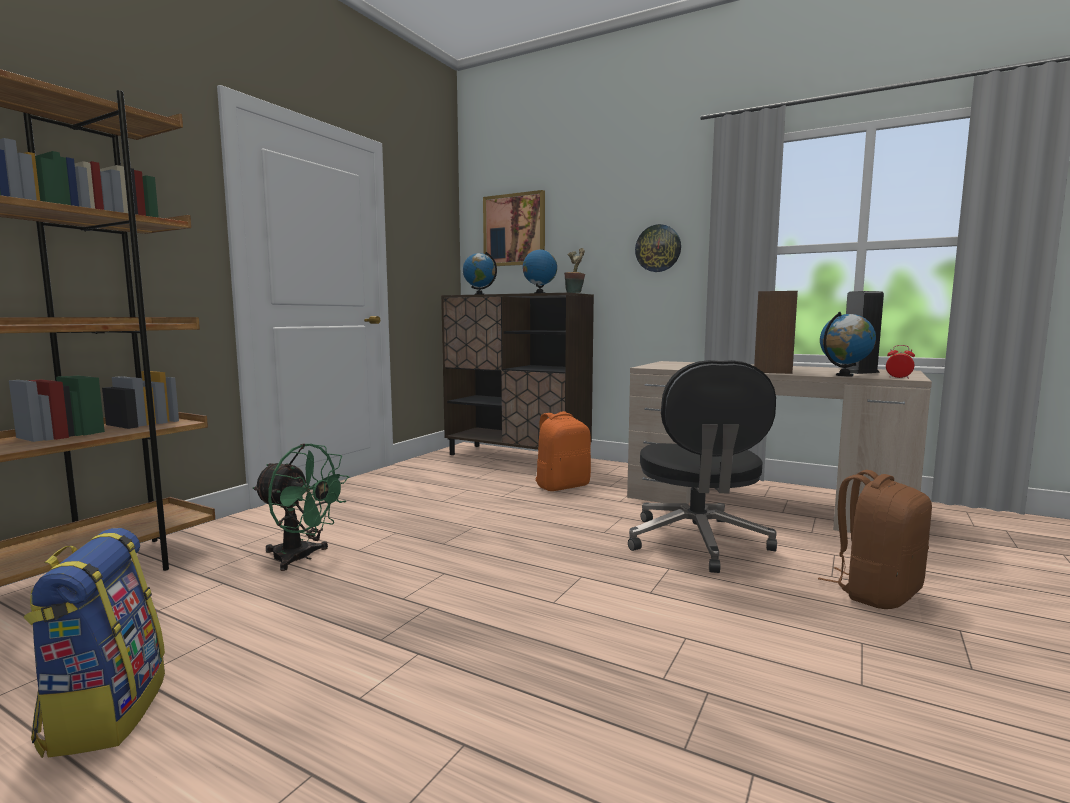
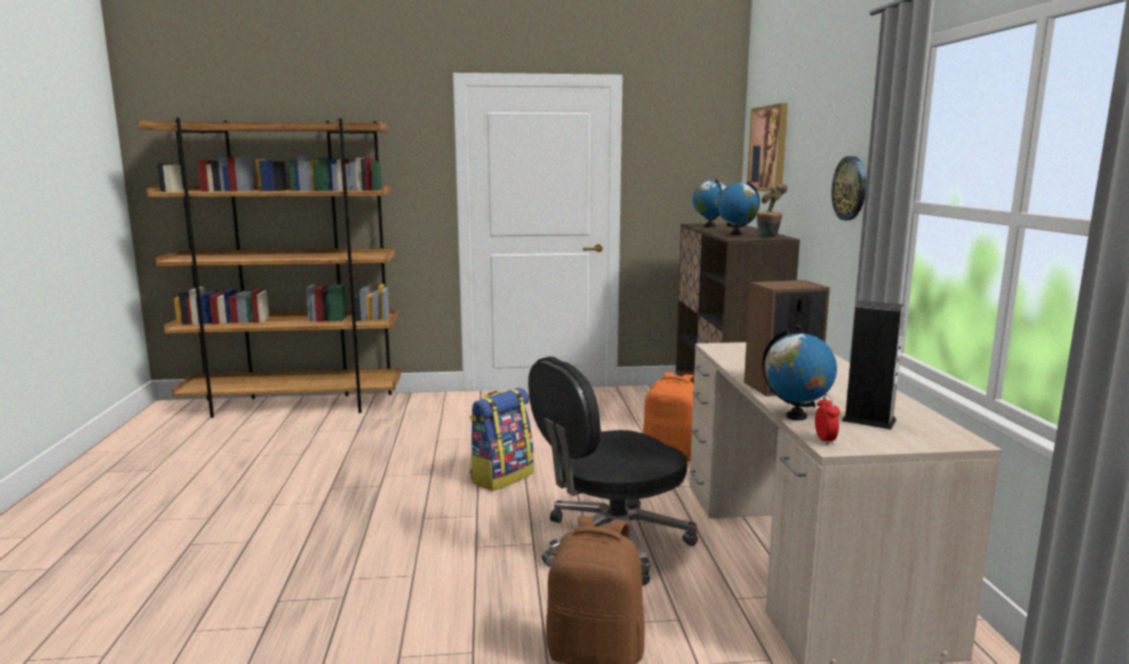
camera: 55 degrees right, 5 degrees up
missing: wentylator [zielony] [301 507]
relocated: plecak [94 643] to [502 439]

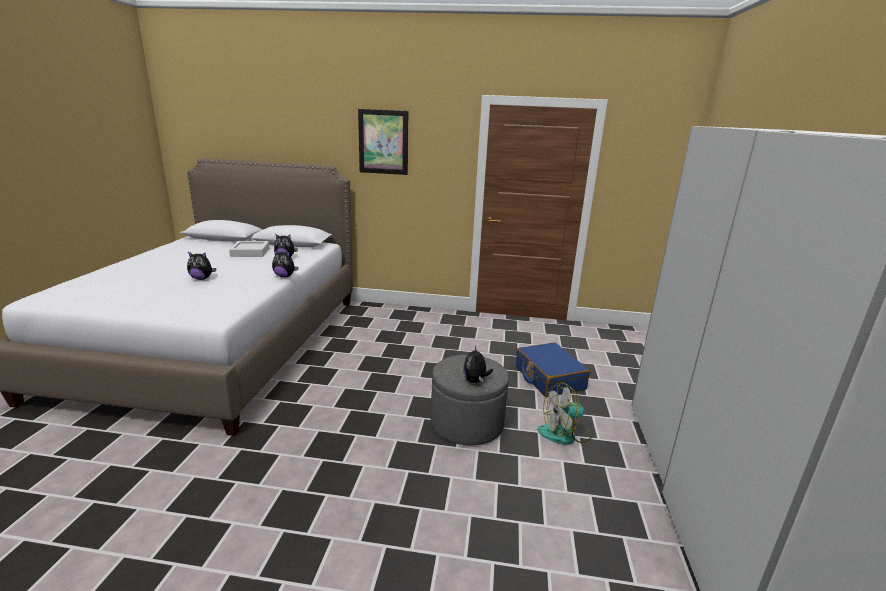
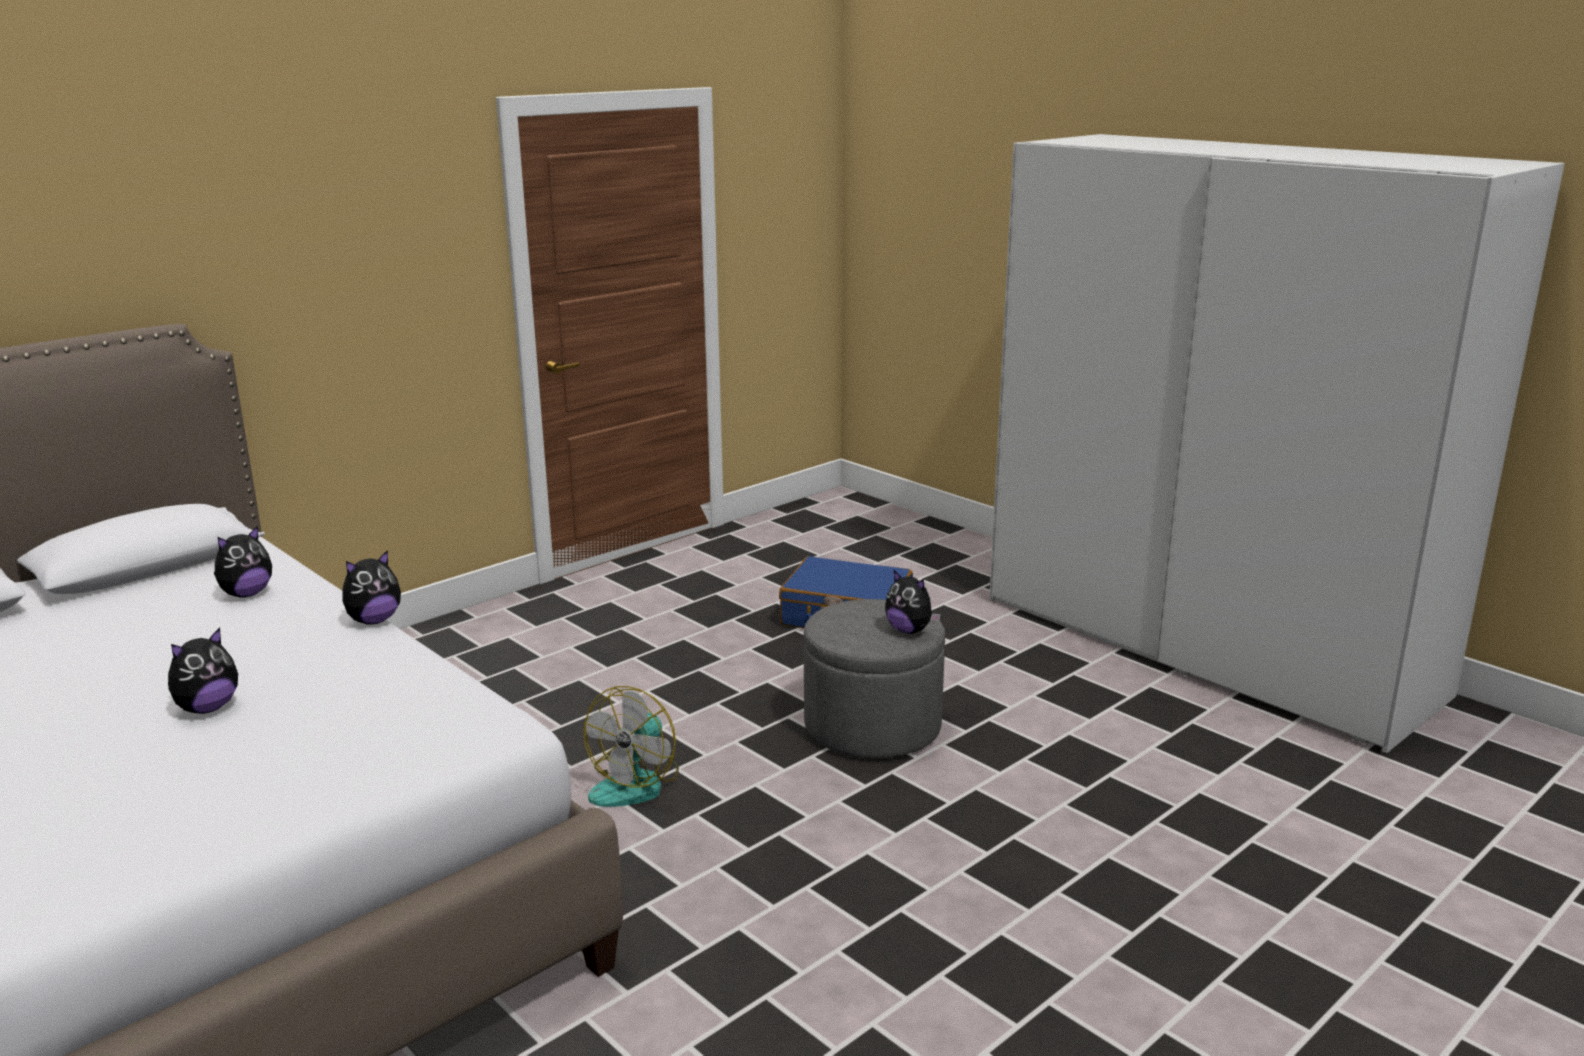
camera: 50 degrees left, 0 degrees up
missing: taca [szary] [249 249]; obraz [383 142]
relocated: wentylator [564 413] to [631 746]

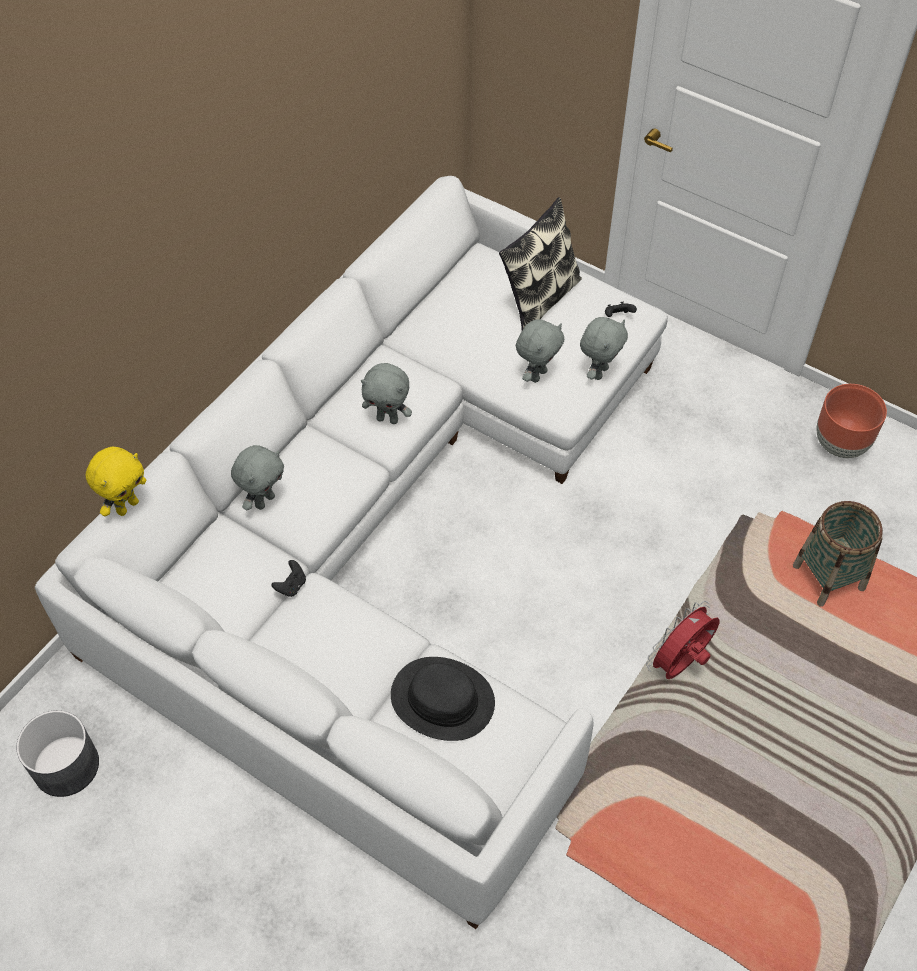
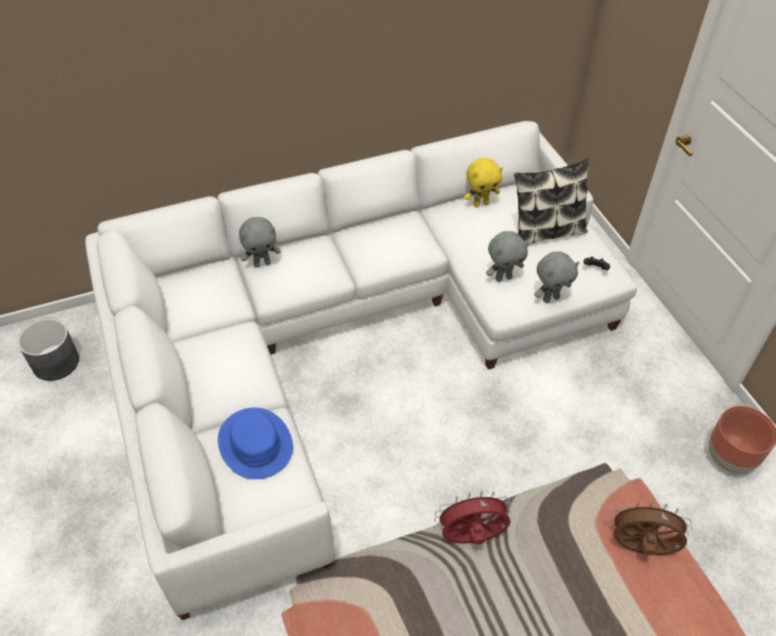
camera: 35 degrees right, 5 degrees down
missing: pad do gier [czarny] [289 578]; pluszak [szary] [386 393]
relocated: pluszak [żółty] [116 482] to [483 182]
exchanged: koszyk [838 553] to wentylator [brązowy] [650 528]
colour: kapelusz [czarny] [443 699] to kapelusz [niebieski] [255 443]

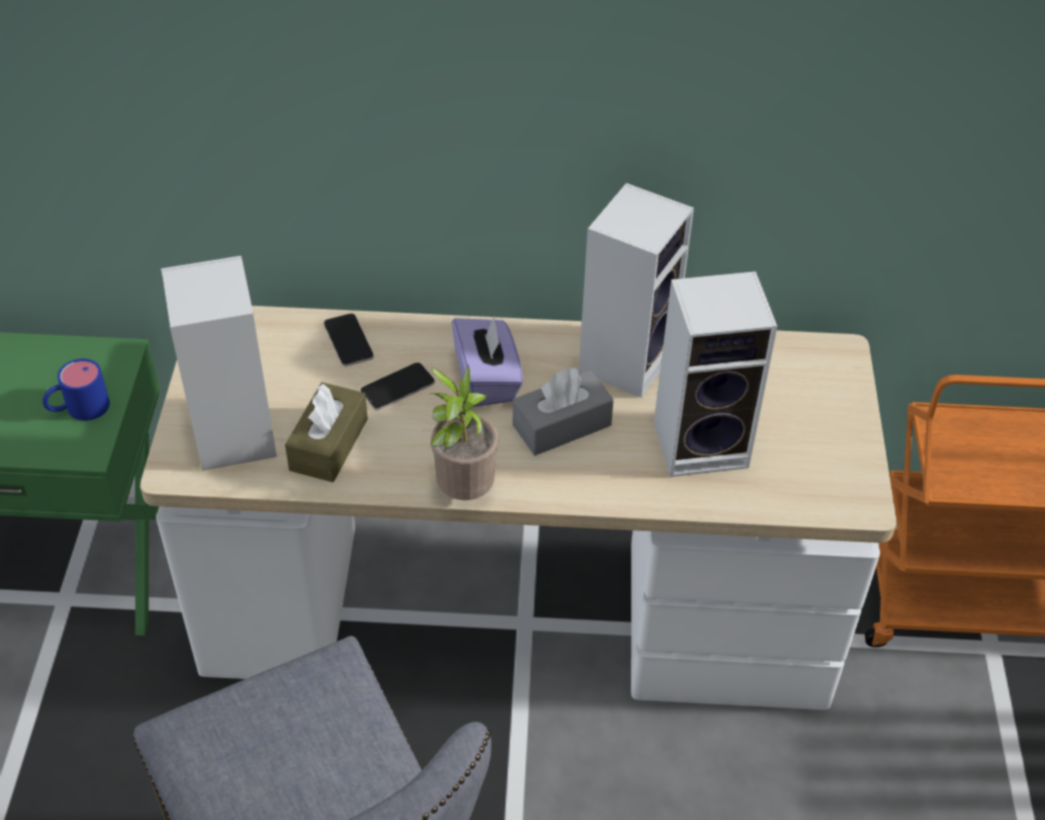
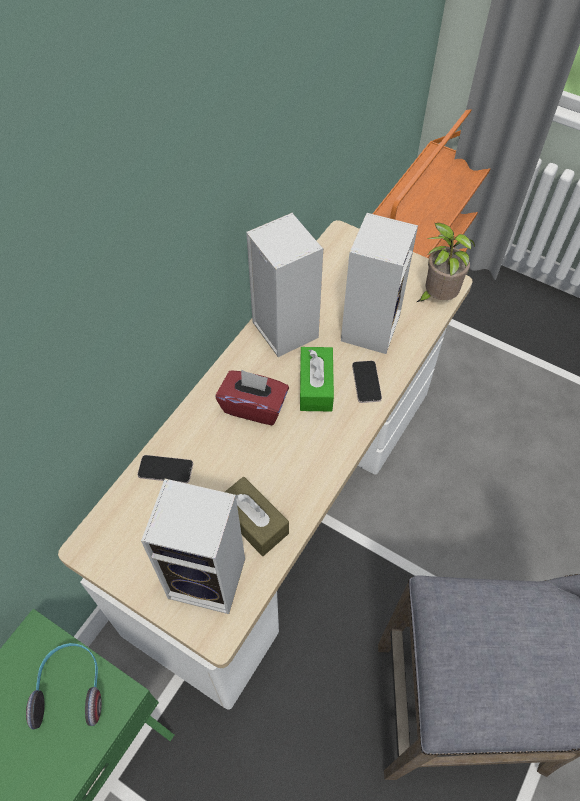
camera: 60 degrees left, 10 degrees up
relocated: telefon [397 386] to [367 382]; roślina doniczkowa [464 433] to [446 262]
exchanged: kubek [niebieski] [76 389] to słuchawki [64 686]
colour: pudełko chusteczek [fioletowy] [487 361] to pudełko chusteczek [czerwony] [252 397]; pudełko chusteczek [szary] [563 412] to pudełko chusteczek [zielony] [317 379]

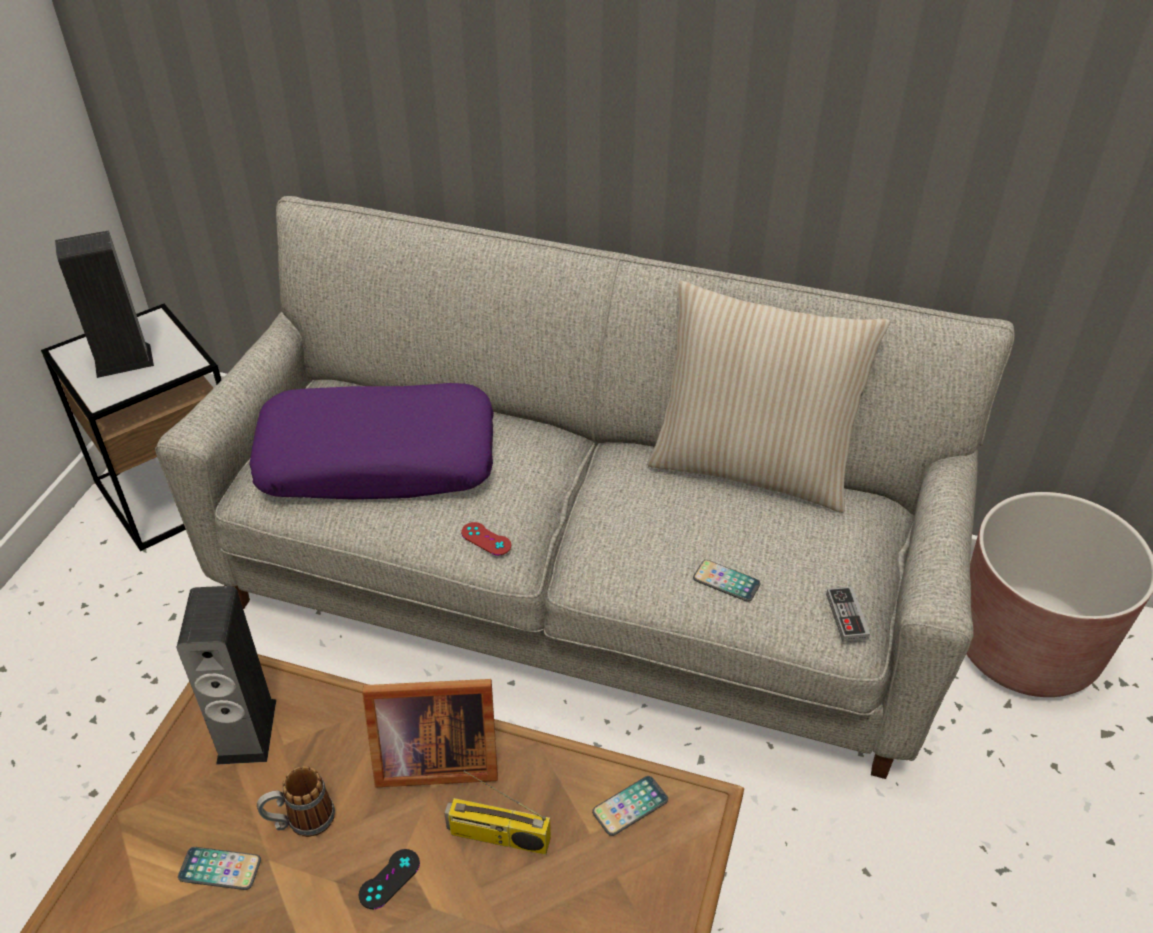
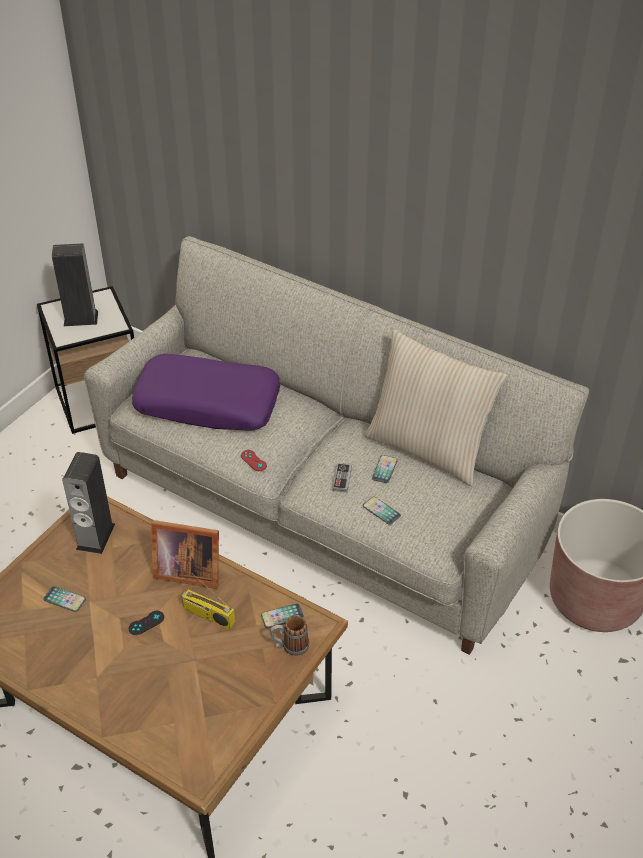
camera: 15 degrees right, 0 degrees up
appeared: telefon [385 469]
relocated: kubek [296 801] to [289 635]; pad do gier [848 614] to [342 478]

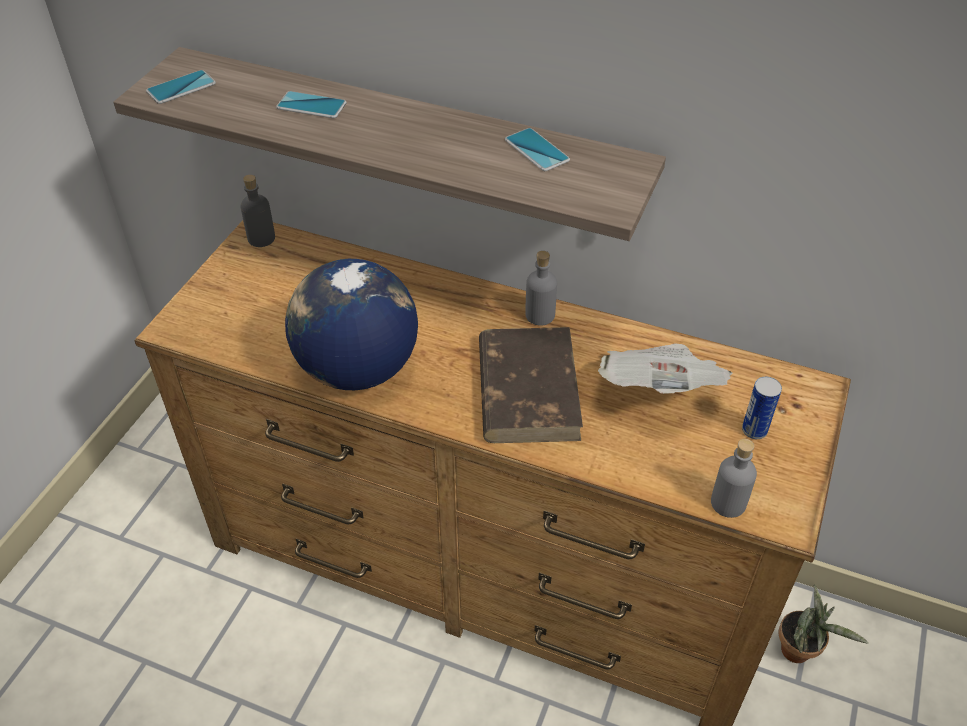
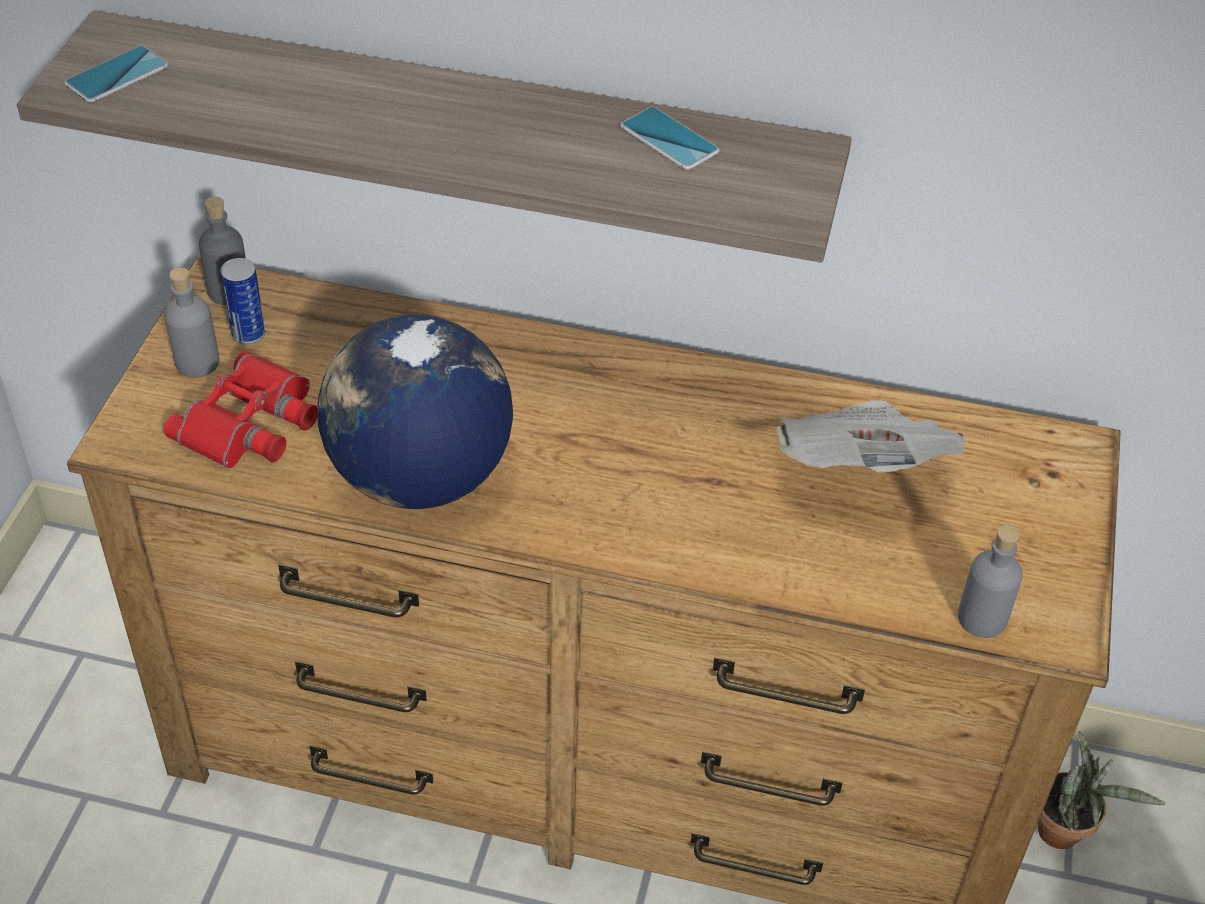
camera: 10 degrees left, 0 degrees up
missing: telefon [311 104]; książka [brązowy] [531 385]
appeared: lornetka [czerwony] [241 409]
relocated: butelka [szary] [541 288] to [192 322]; puszka [762 408] to [243 301]

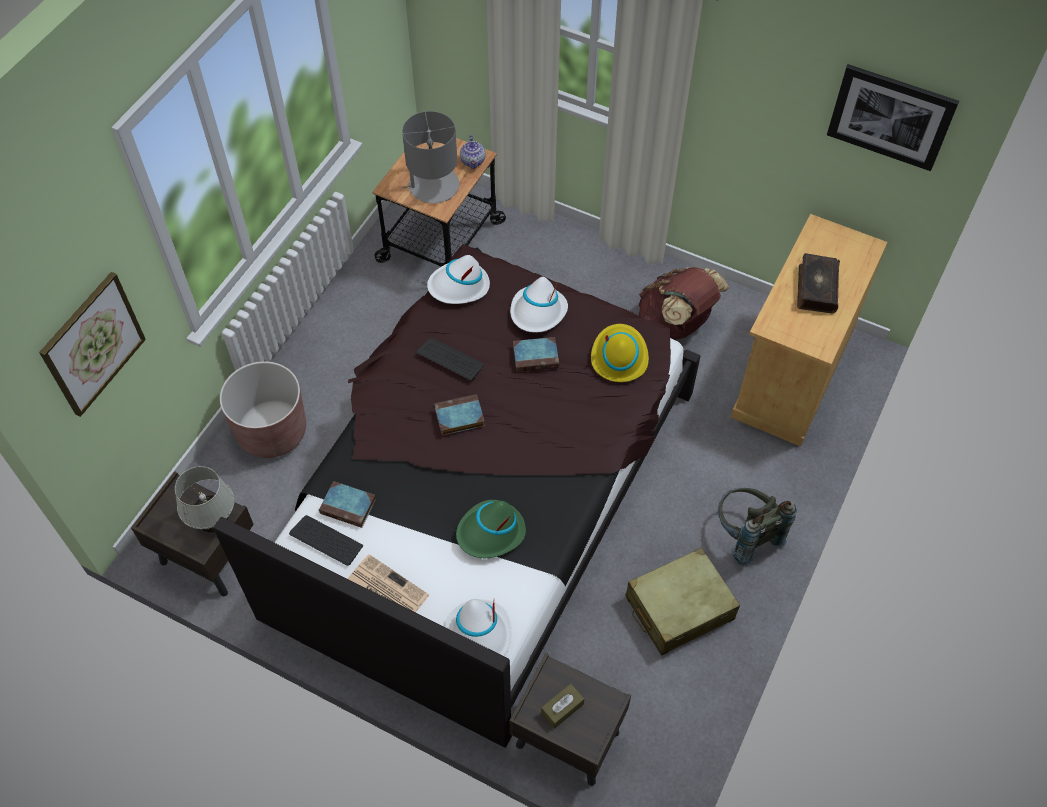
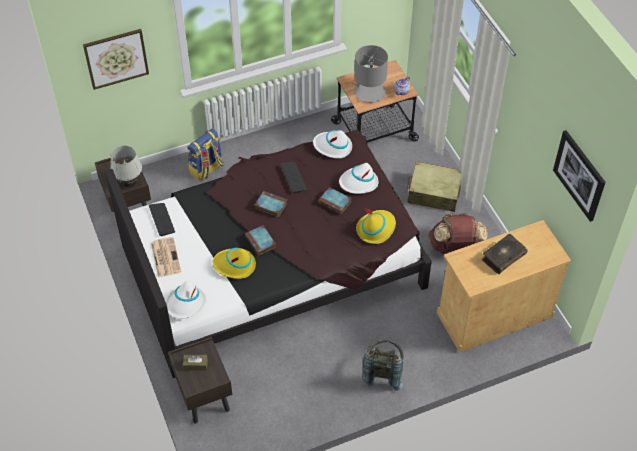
camera: 40 degrees right, 5 degrees down
relocated: książka [347 504] to [260 240]; walizka [beżowy] [682 601] to [434 186]
exchanged: donica [brązowy] [263 409] to plecak [205 155]
colour: kapelusz [zielony] [491 529] to kapelusz [żółty] [234 263]

